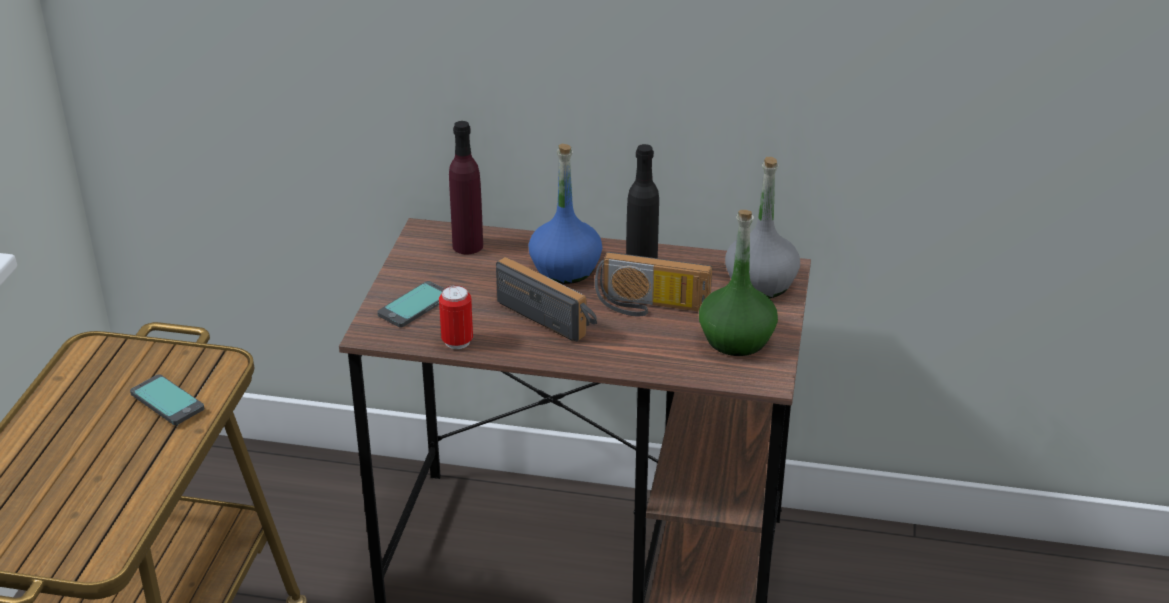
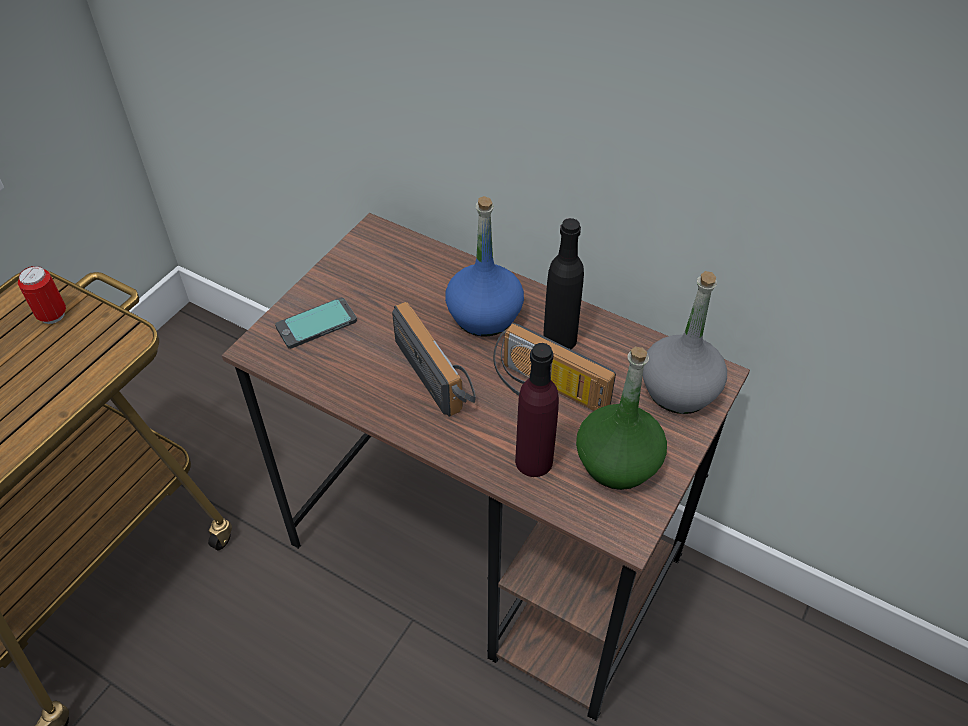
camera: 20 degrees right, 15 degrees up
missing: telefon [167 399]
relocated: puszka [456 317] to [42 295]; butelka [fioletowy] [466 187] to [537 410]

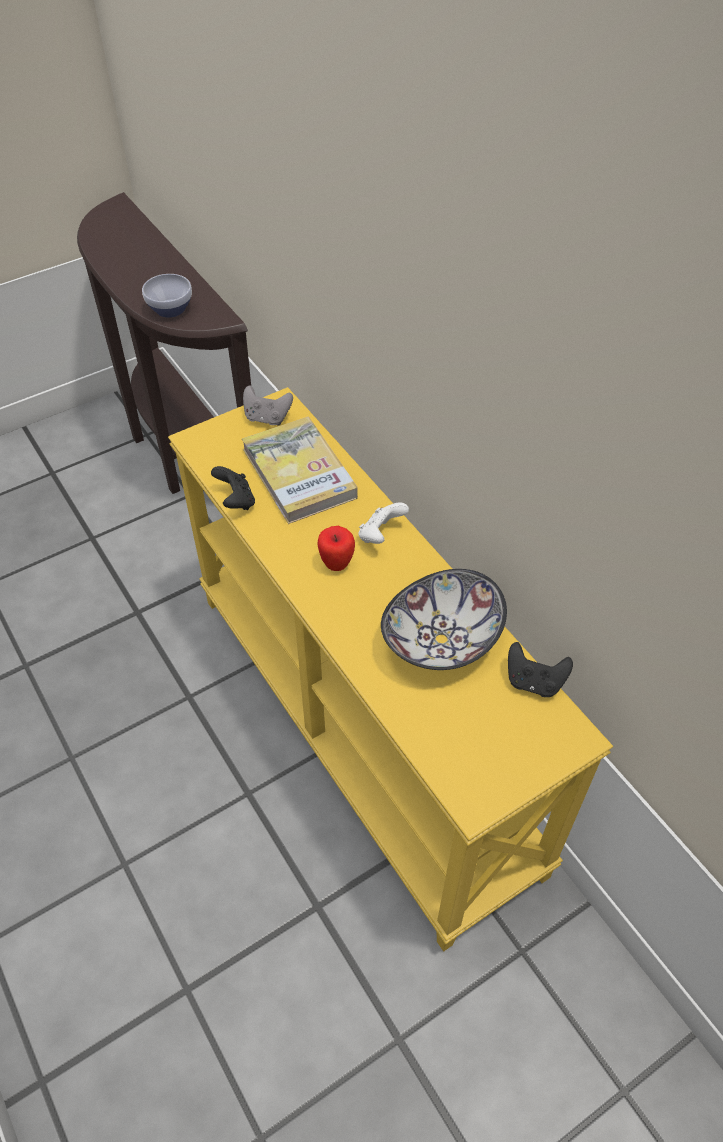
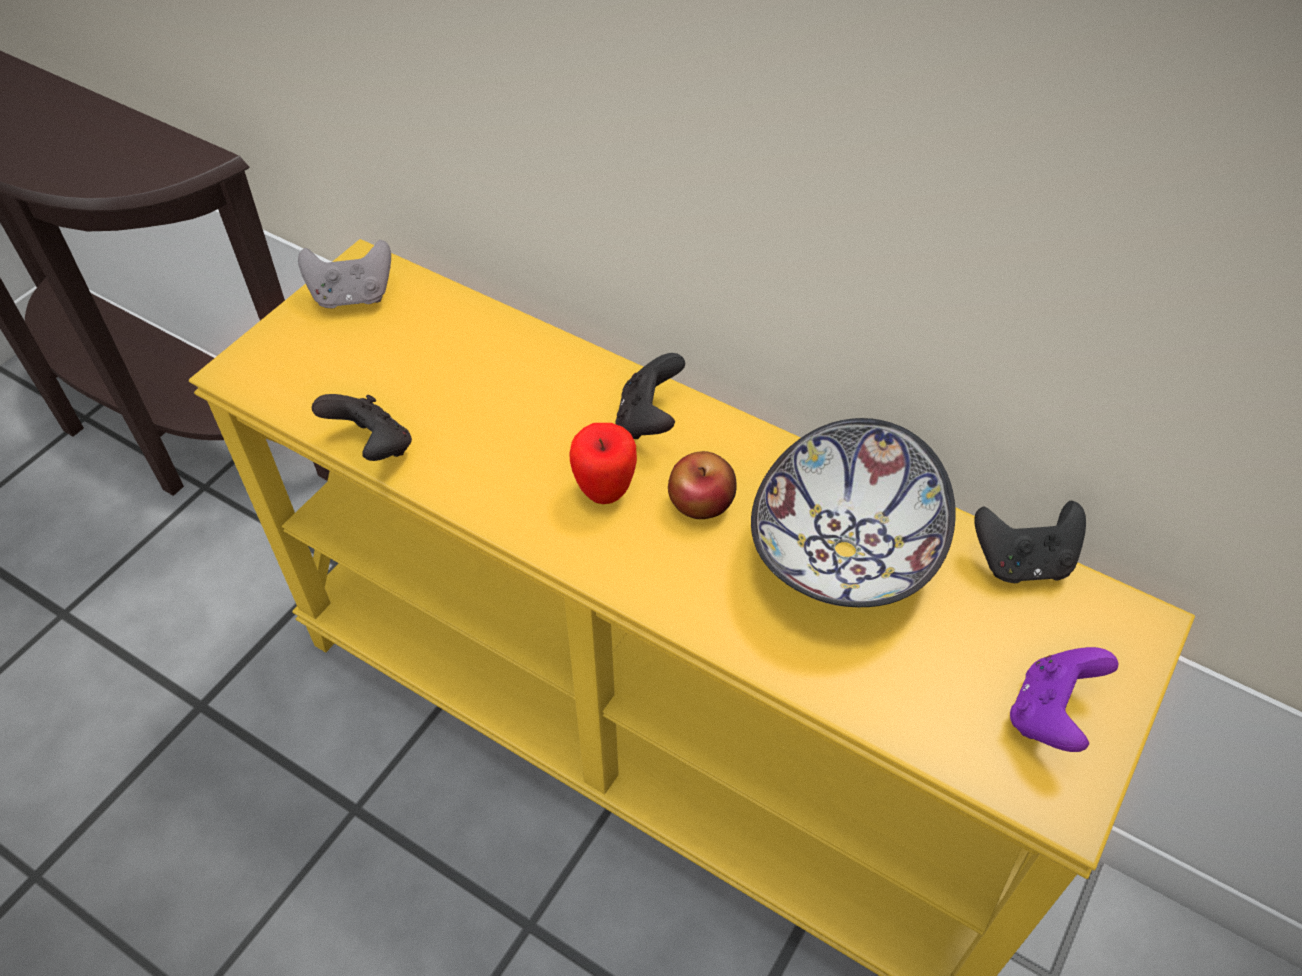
camera: 25 degrees left, 0 degrees up
missing: miska [167 295]; książka [300 470]
appeared: jabłko [702 485]; pad do gier [fioletowy] [1064 699]
colour: pad do gier [biały] [384 523] to pad do gier [czarny] [650 396]

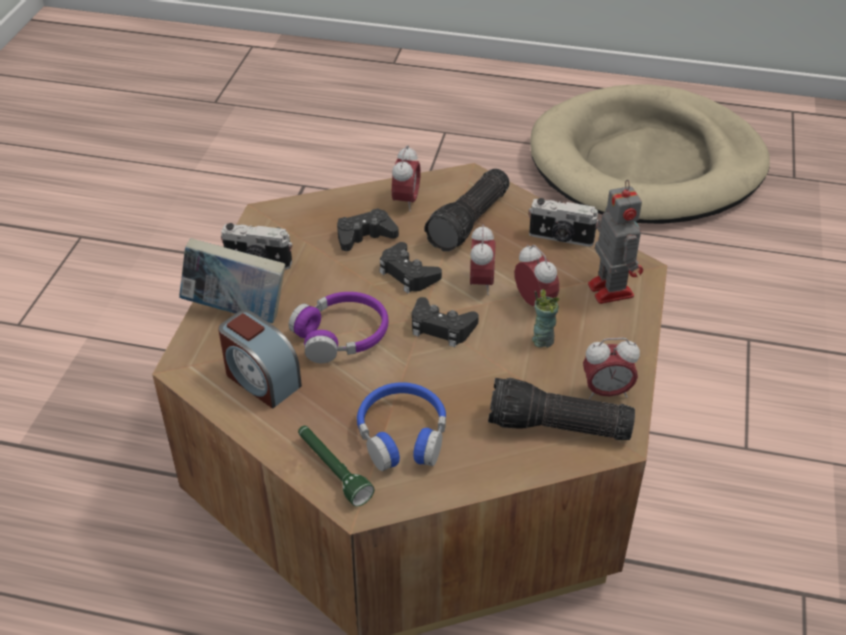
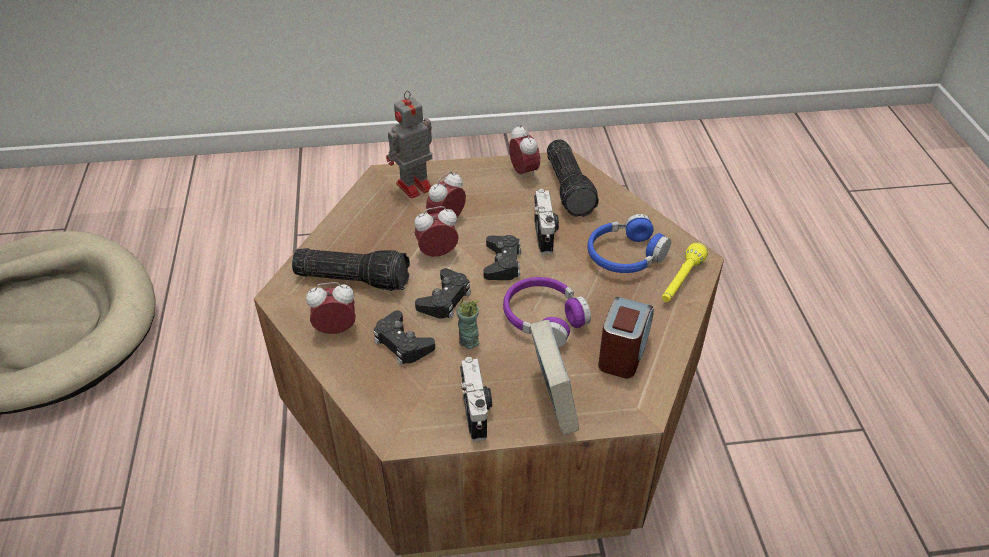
camera: 110 degrees left, 0 degrees up
relocated: filiżanka [546 318] to [467 324]; aparat fotograficzny [563 222] to [546 222]
colour: latarka [zielony] [336 466] to latarka [żółty] [685 272]

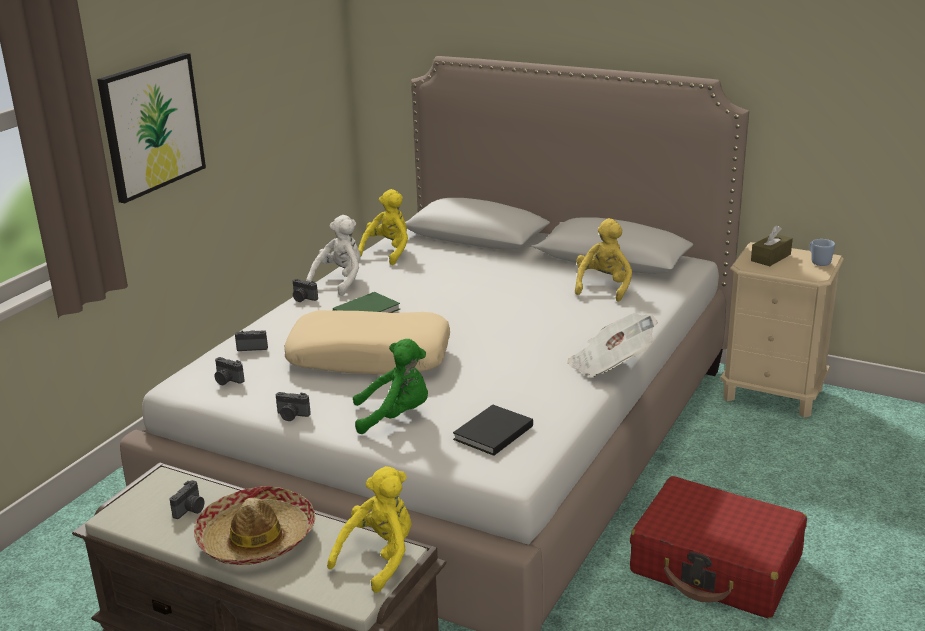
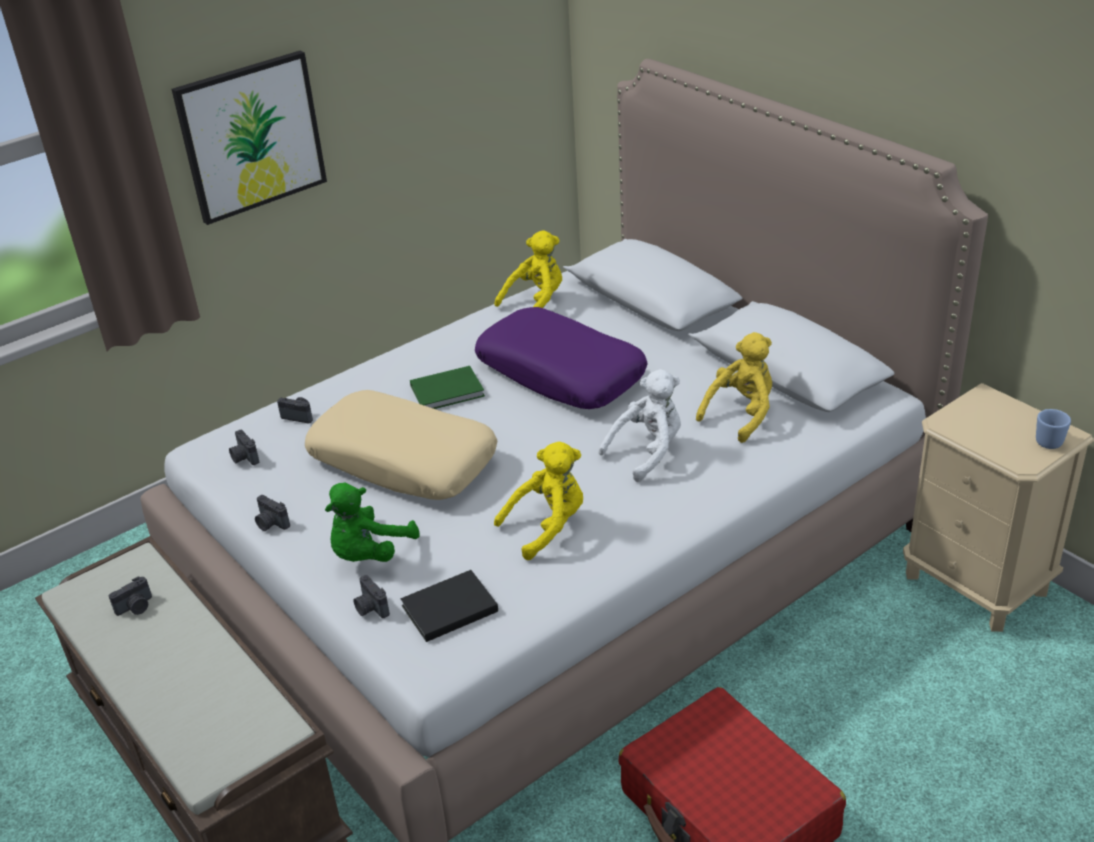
camera: 25 degrees right, 10 degrees up
missing: kapelusz [254 525]; gazeta [612 345]; pudełko chusteczek [brązowy] [772 245]
appeared: poduszka [fioletowy] [561 358]
relocated: aparat fotograficzny [305 290] to [371 596]; pluszak [żółty] [369 529] to [539 501]; pluszak [biały] [333 255] to [639 425]
spun: pluszak [zielony] [390 386] = [372 522] 105 degrees clockwise

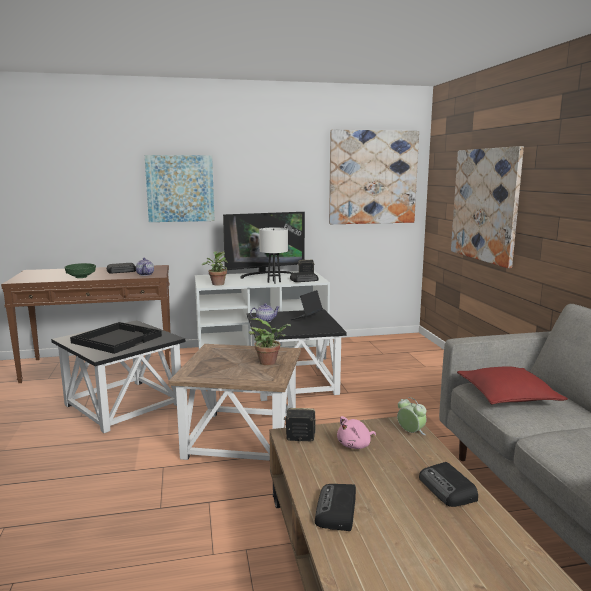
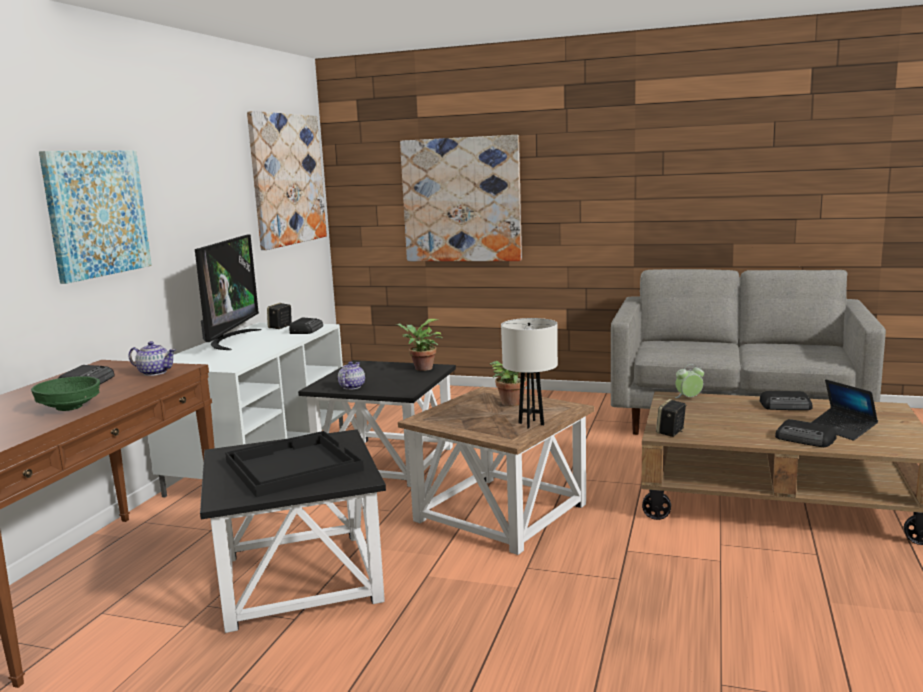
camera: 60 degrees left, 0 degrees up
missing: pluszak [różowy] [356 432]; poduszka [czerwony] [512 385]
relocated: roślina doniczkowa [215 268] to [419 345]; lampa stołowa [biały] [273 256] to [529 373]; laptop [307 305] to [844 410]

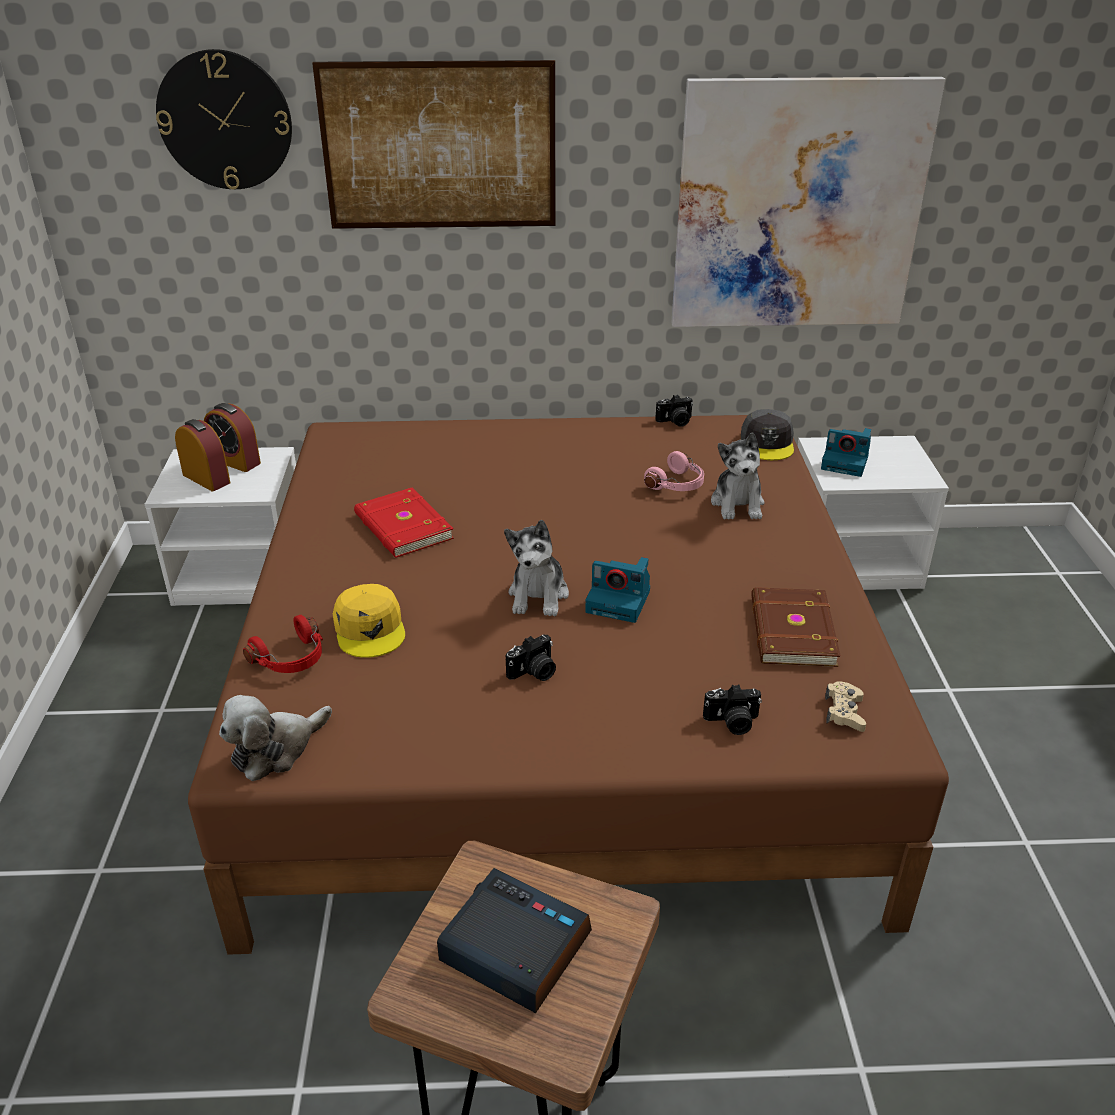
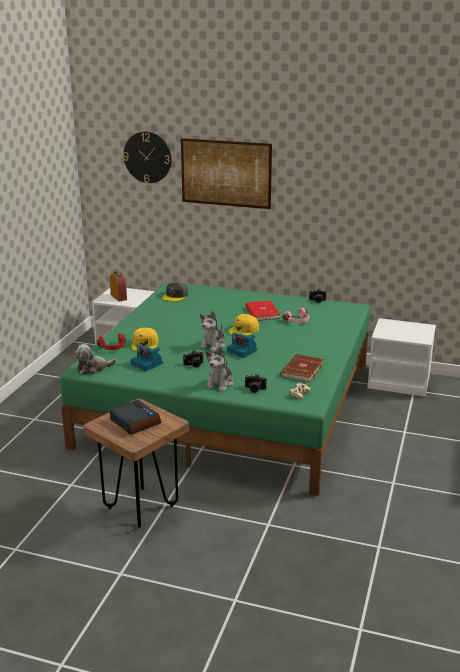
camera: 20 degrees right, 10 degrees down
missing: budzik [232 437]; obraz [808 202]
appeared: czapka z daszkiem [żółty] [243 325]
relocated: aparat fotograficzny [846 452] to [147 358]; czapka z daszkiem [szary] [767 434] to [175 291]; pluszak [738 476] to [219 369]; książka [czerwony] [404 523] to [262 311]
colour: łóżko [brązowy] [568 685] to łóżko [zielony] [215 389]

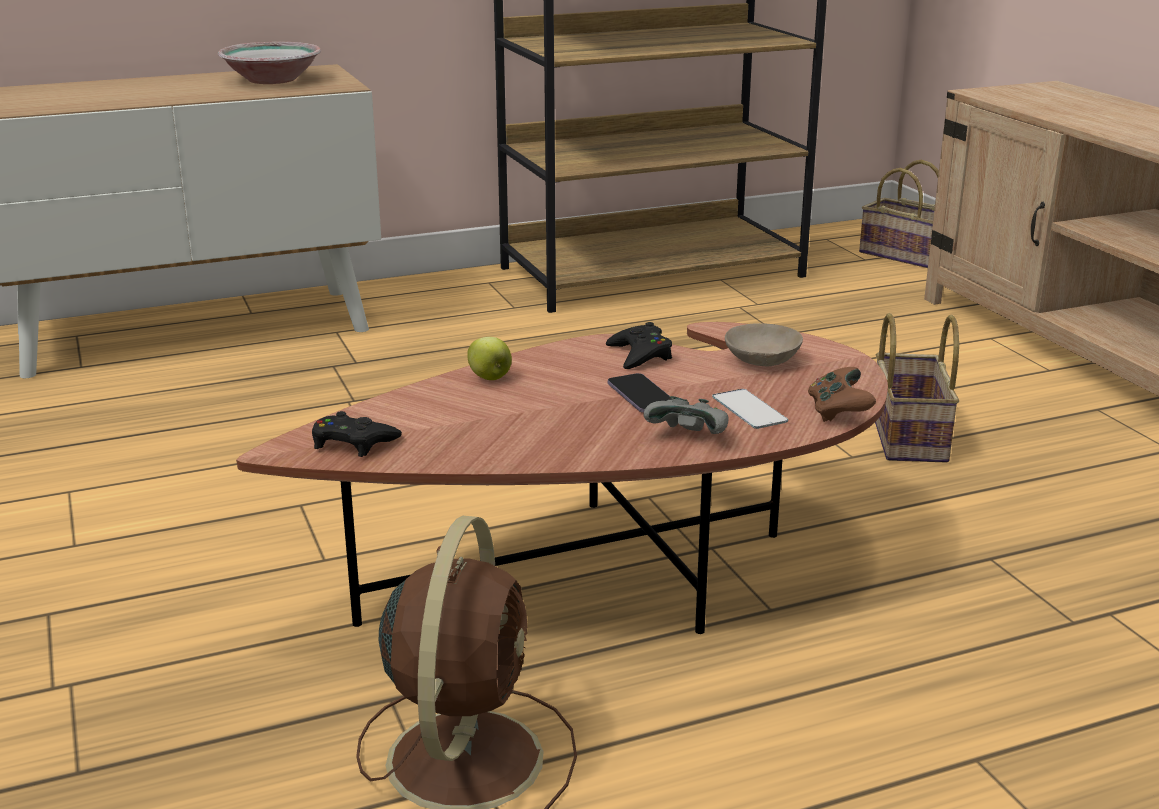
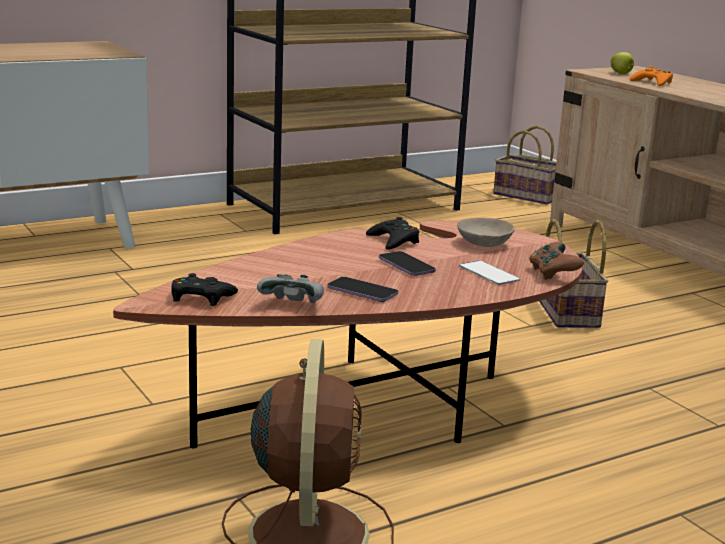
camera: 10 degrees left, 5 degrees down
missing: miska [269 63]
appeared: telefon [362 289]; pad do gier [pomarańczowy] [651 76]
relocated: pad do gier [szary] [686 415] to [290 288]; jabłko [489 358] to [622 63]

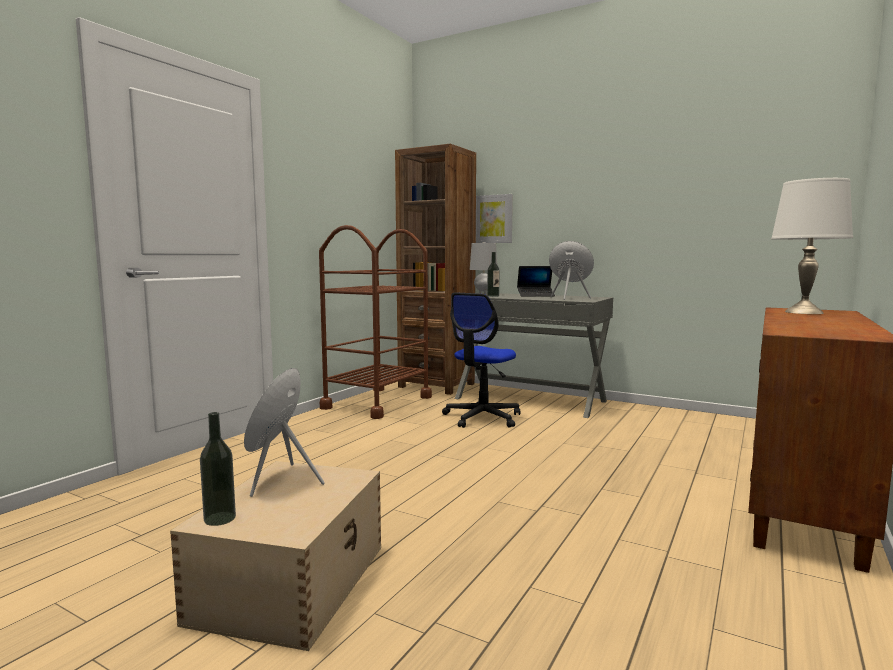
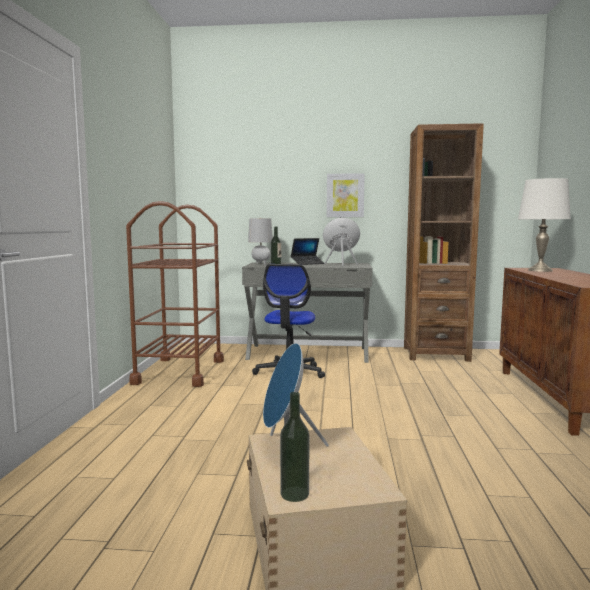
camera: 25 degrees left, 0 degrees up
relocated: obraz [494 218] to [346 195]; regał [brązowy] [435 269] to [444 242]

